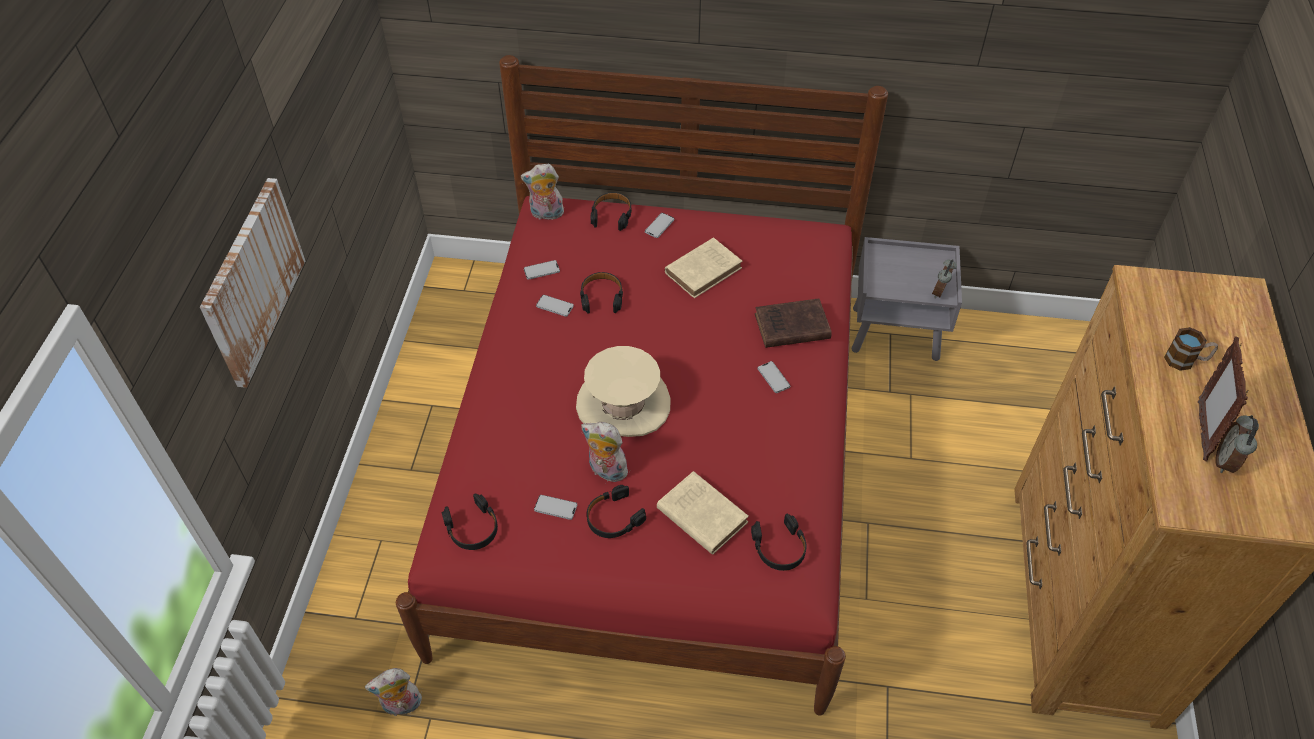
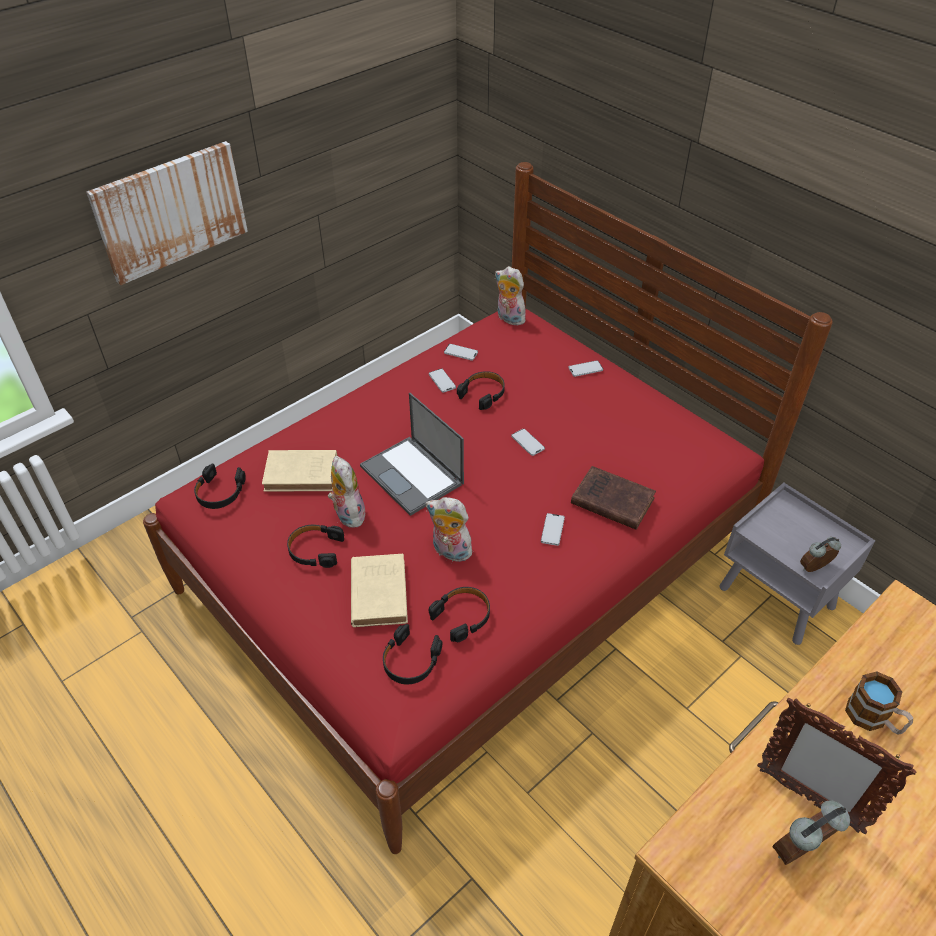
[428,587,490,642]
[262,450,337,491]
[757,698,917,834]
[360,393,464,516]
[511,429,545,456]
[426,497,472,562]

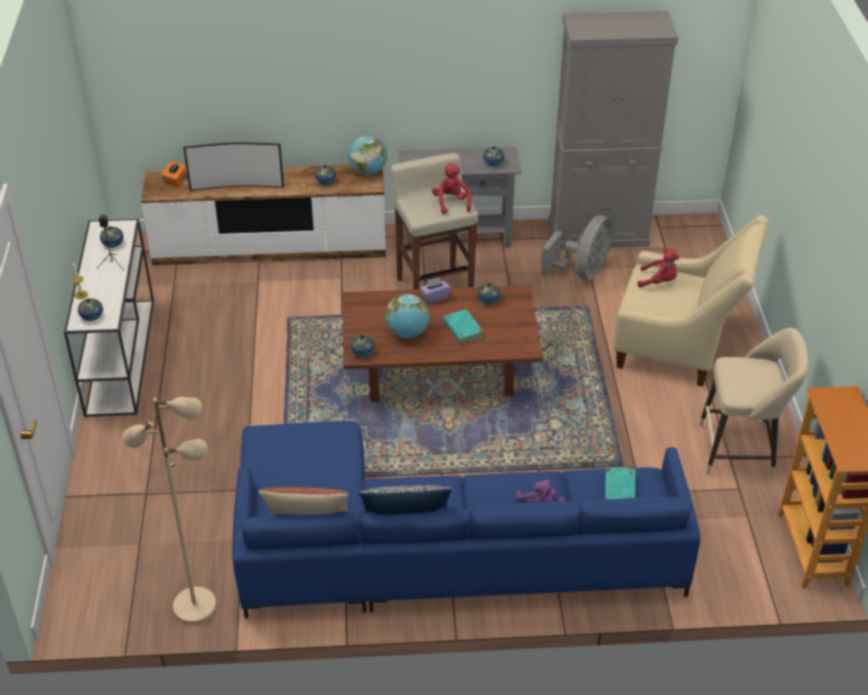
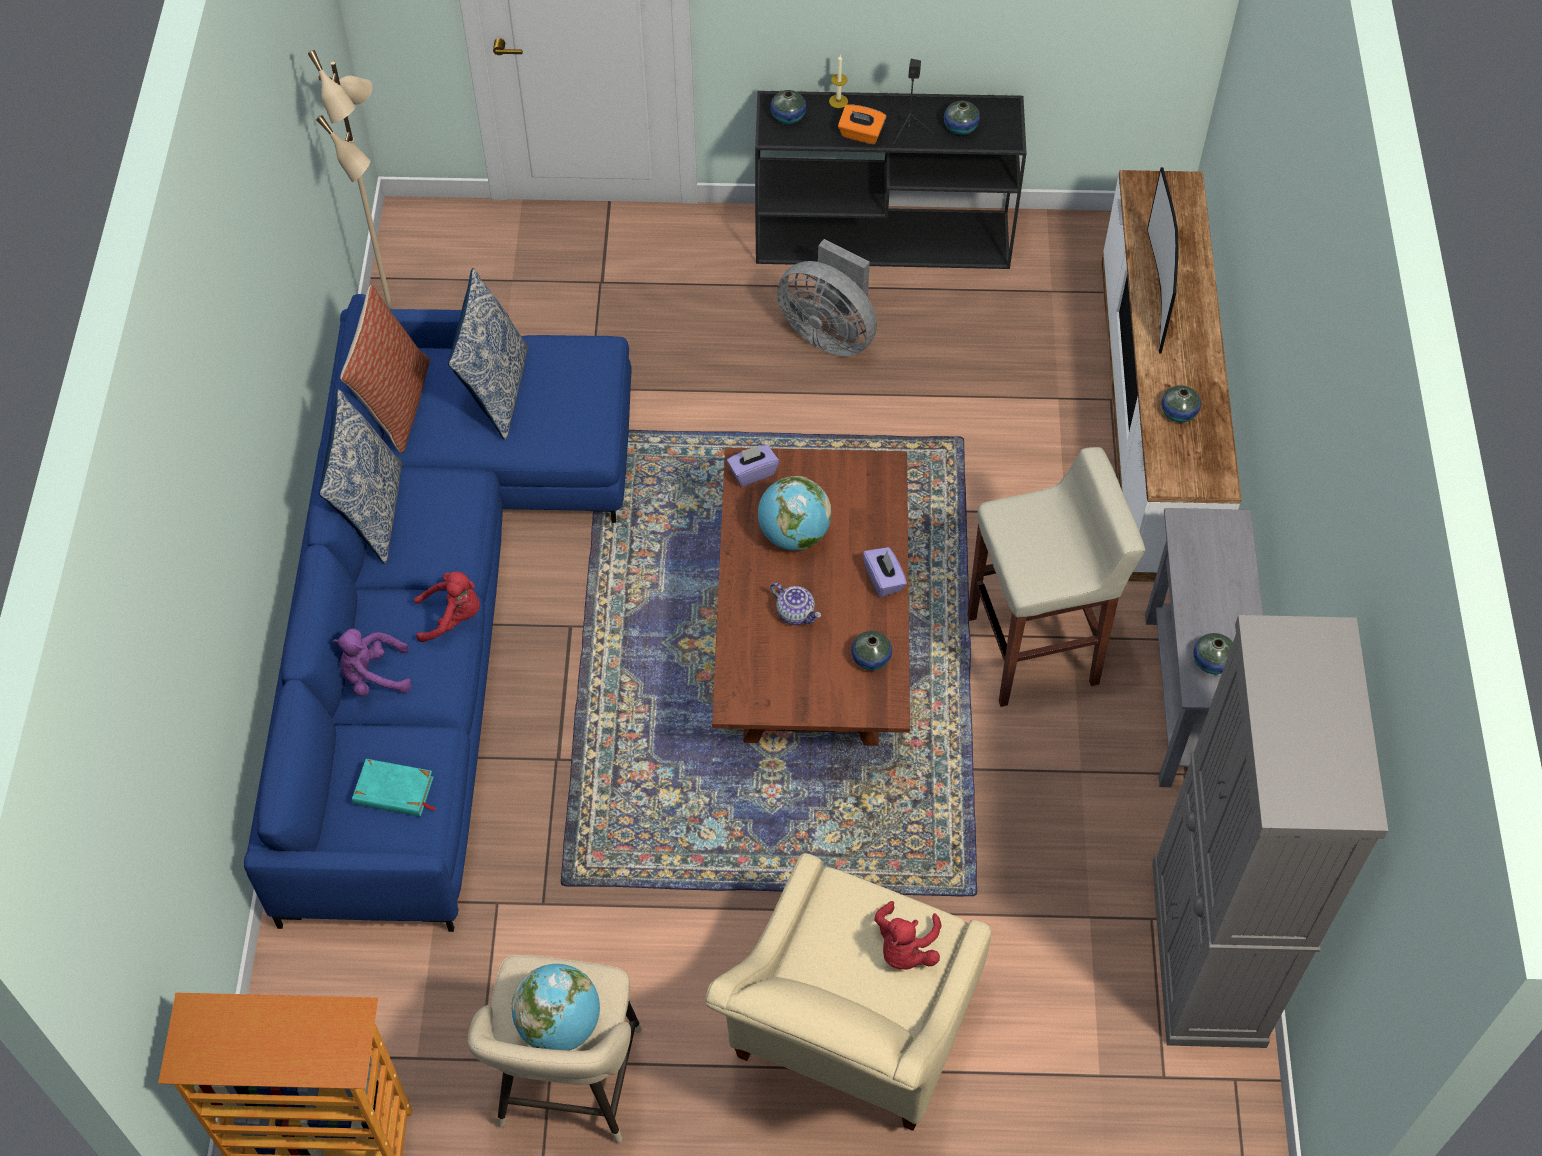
[511,964,600,1050]
[838,104,886,145]
[414,571,480,642]
[777,239,877,356]
[755,91,1027,269]
[770,582,821,625]
[727,445,779,487]
[448,268,528,440]

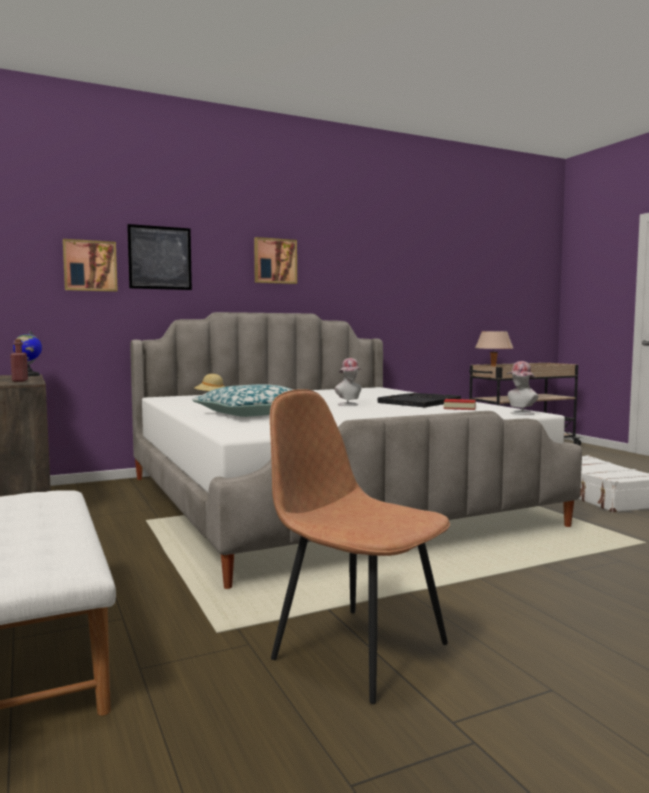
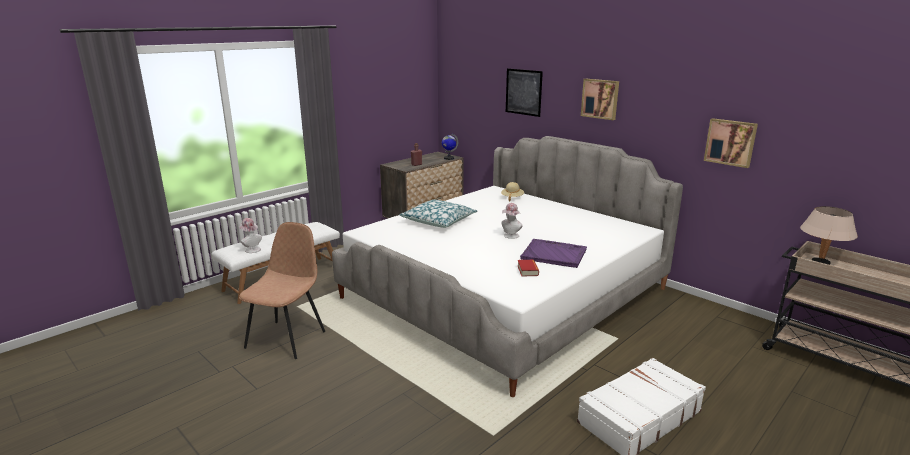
[704,118,758,168]
[239,218,262,253]
[520,239,587,268]

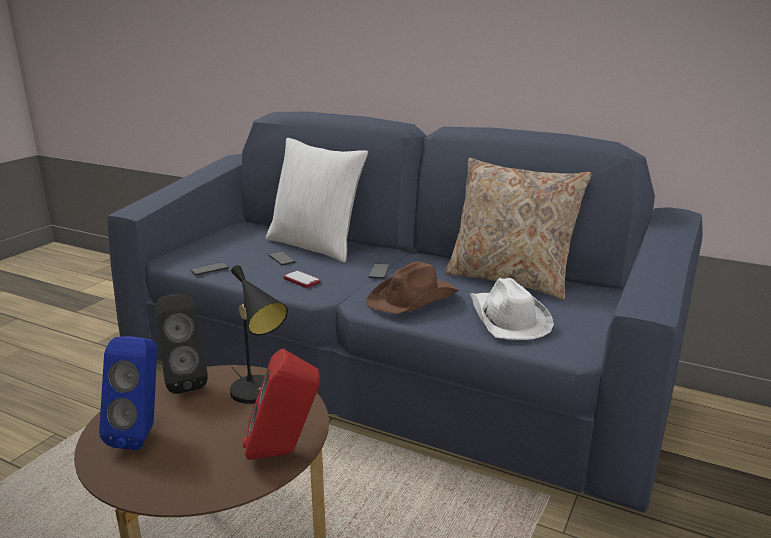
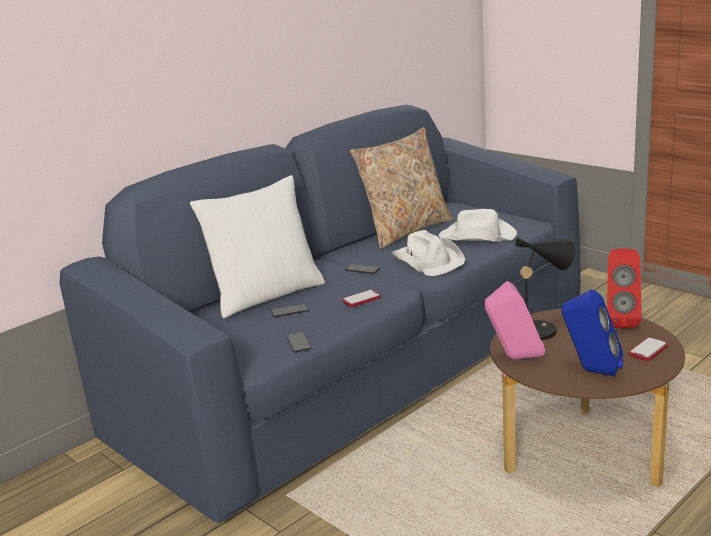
[392,230,465,276]
[485,281,545,360]
[629,337,668,361]

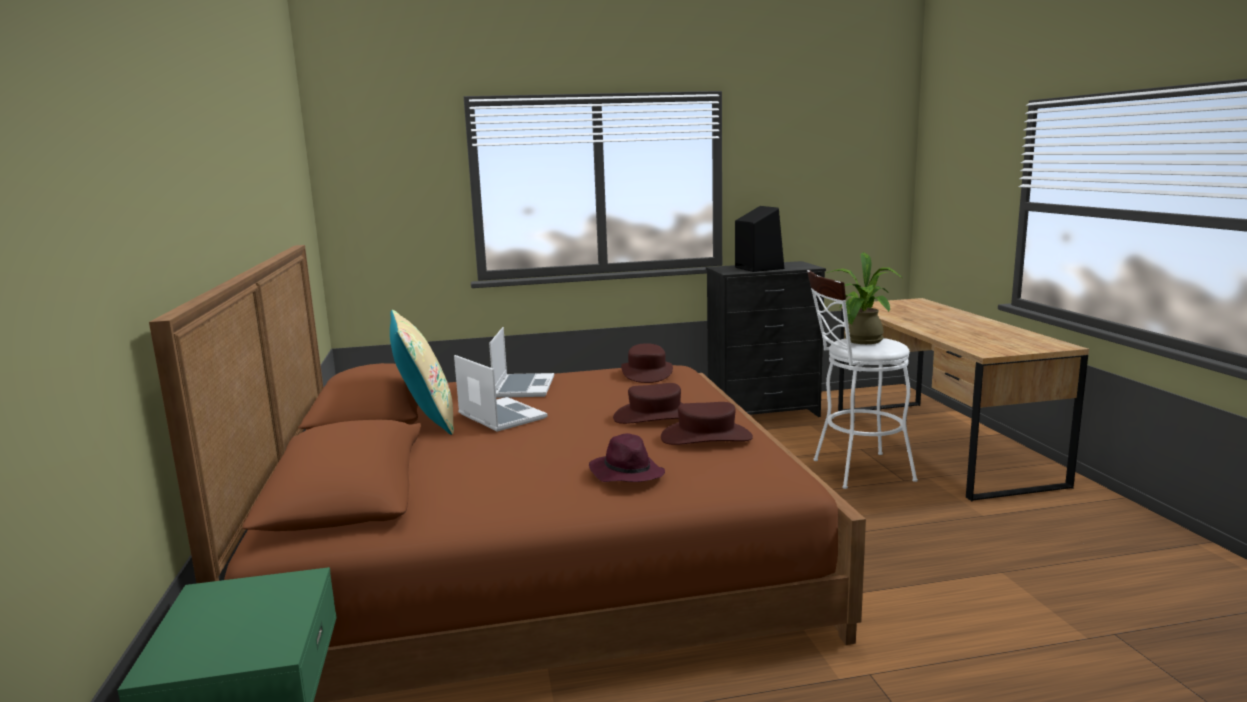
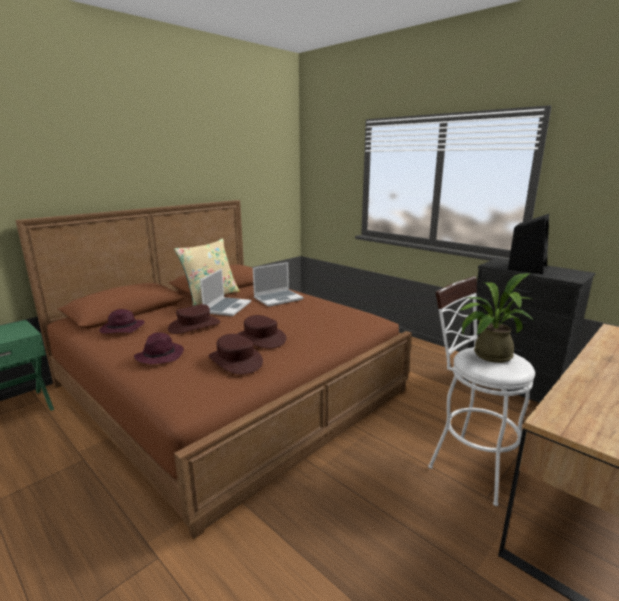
[168,304,220,334]
[99,309,145,333]

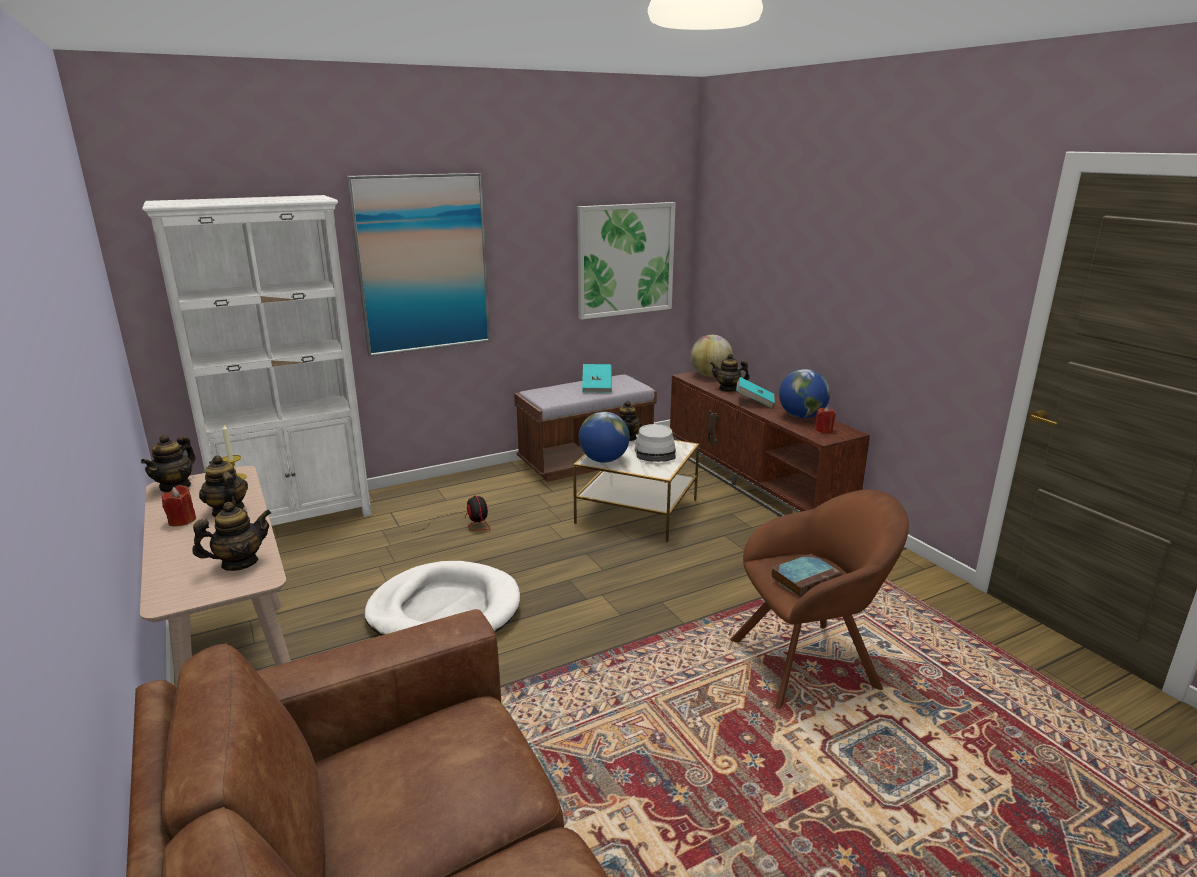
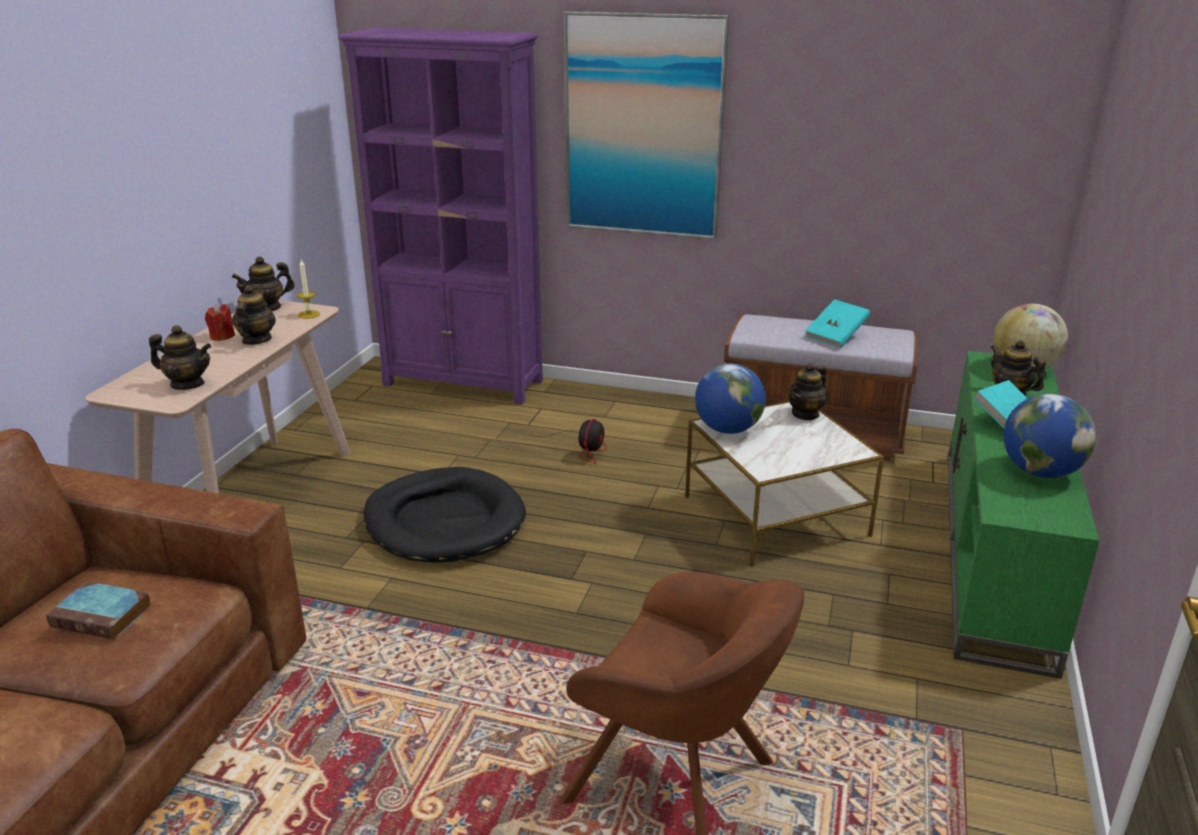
[338,27,543,405]
[577,202,676,320] (first image)
[948,351,1099,679]
[815,407,836,433] (first image)
[634,424,676,462] (first image)
[46,581,152,640]
[363,467,526,563]

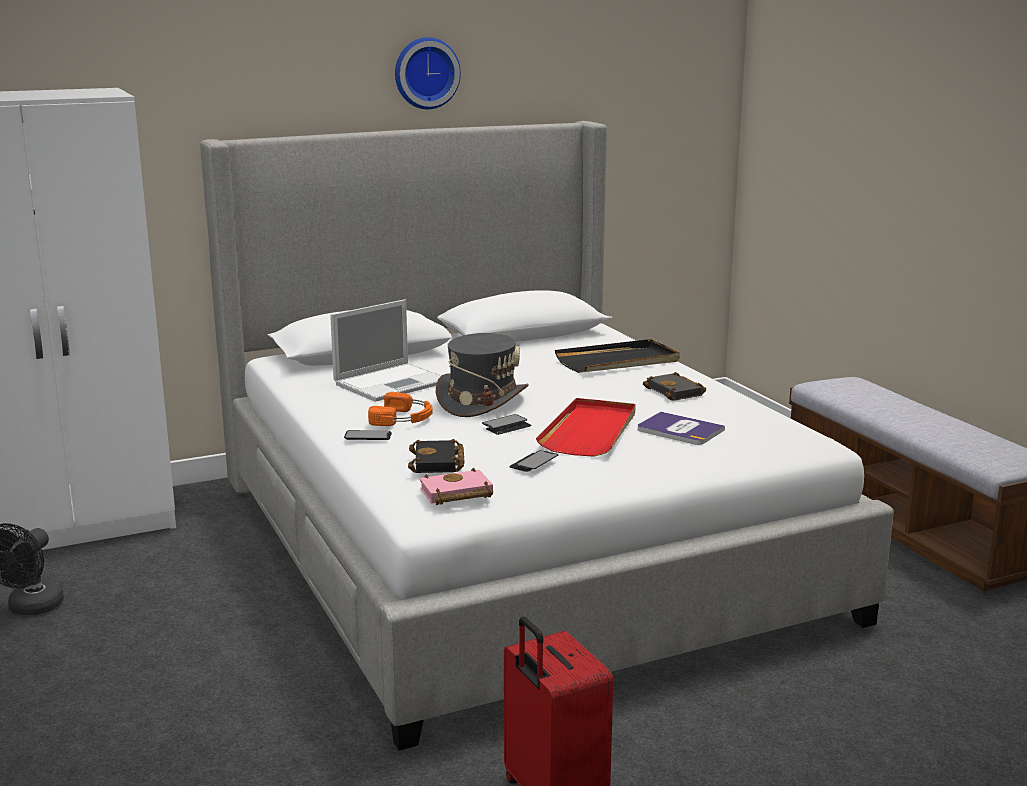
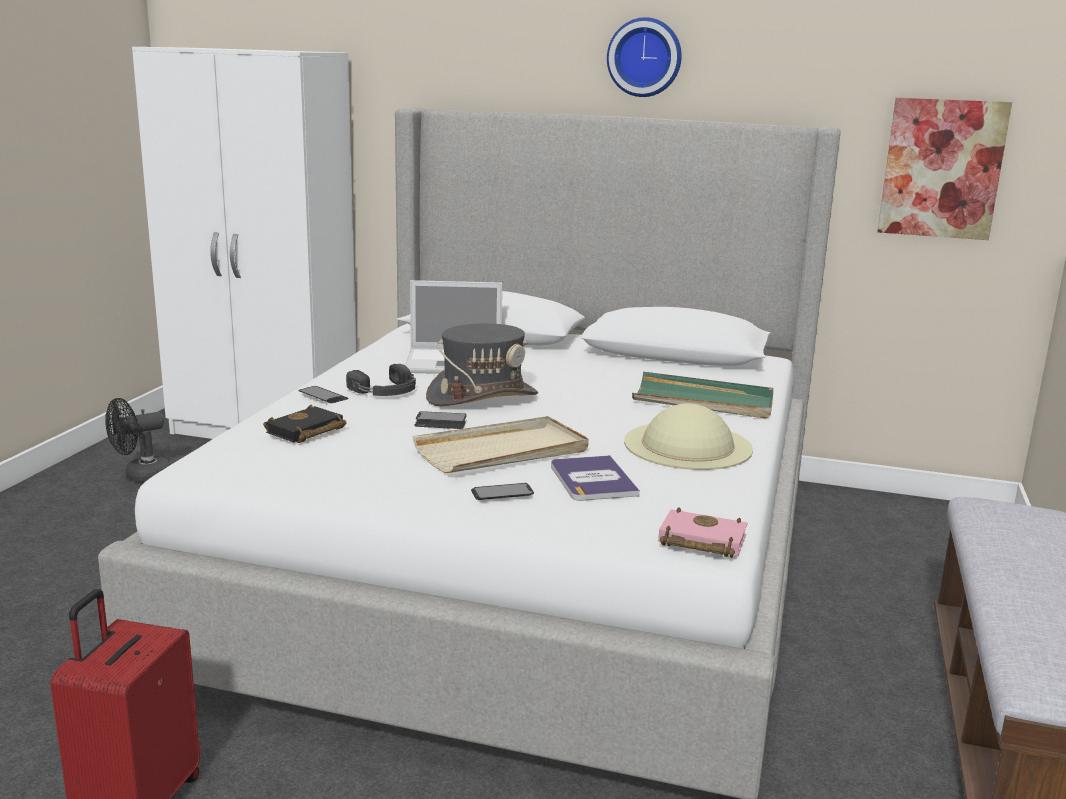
[632,372,773,418]
[624,403,753,470]
[346,364,416,396]
[413,416,589,473]
[471,483,534,500]
[658,508,748,558]
[878,98,1012,240]

